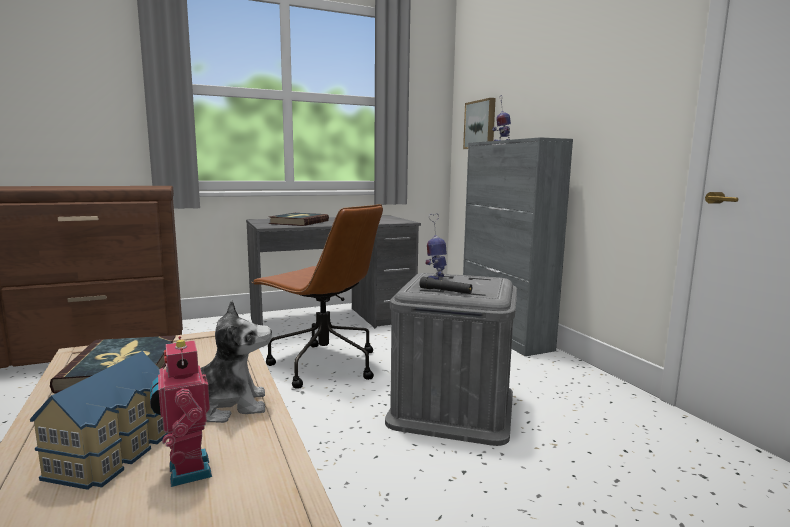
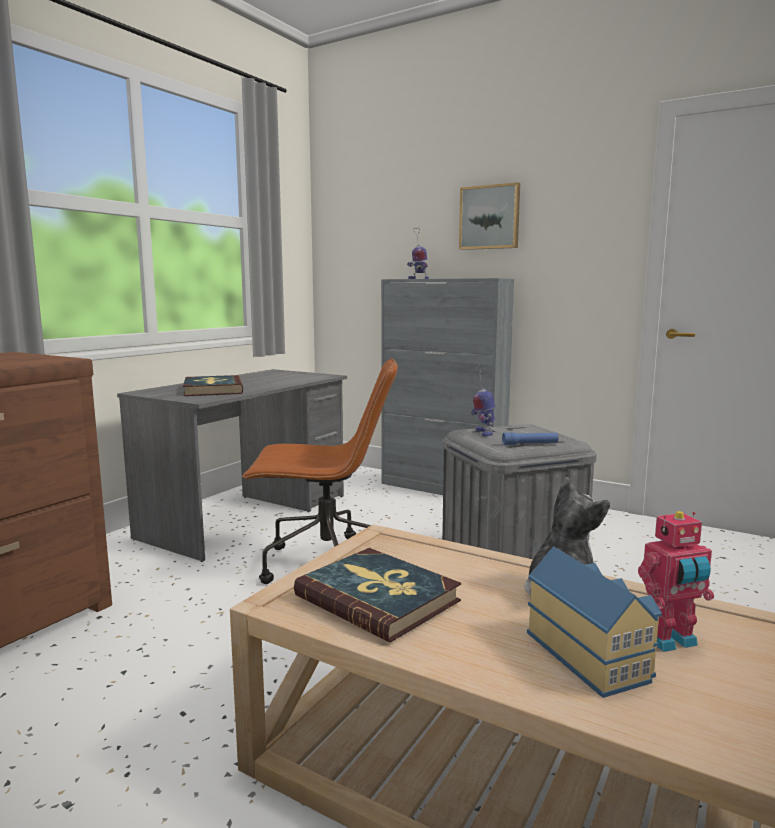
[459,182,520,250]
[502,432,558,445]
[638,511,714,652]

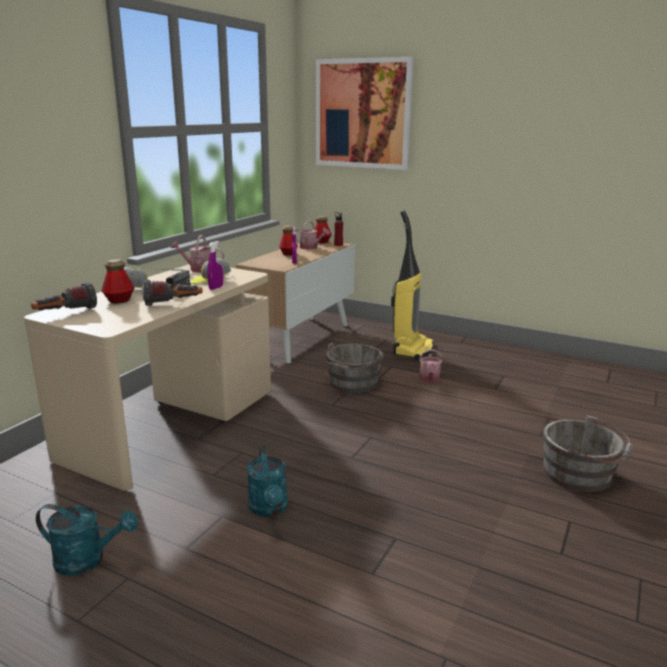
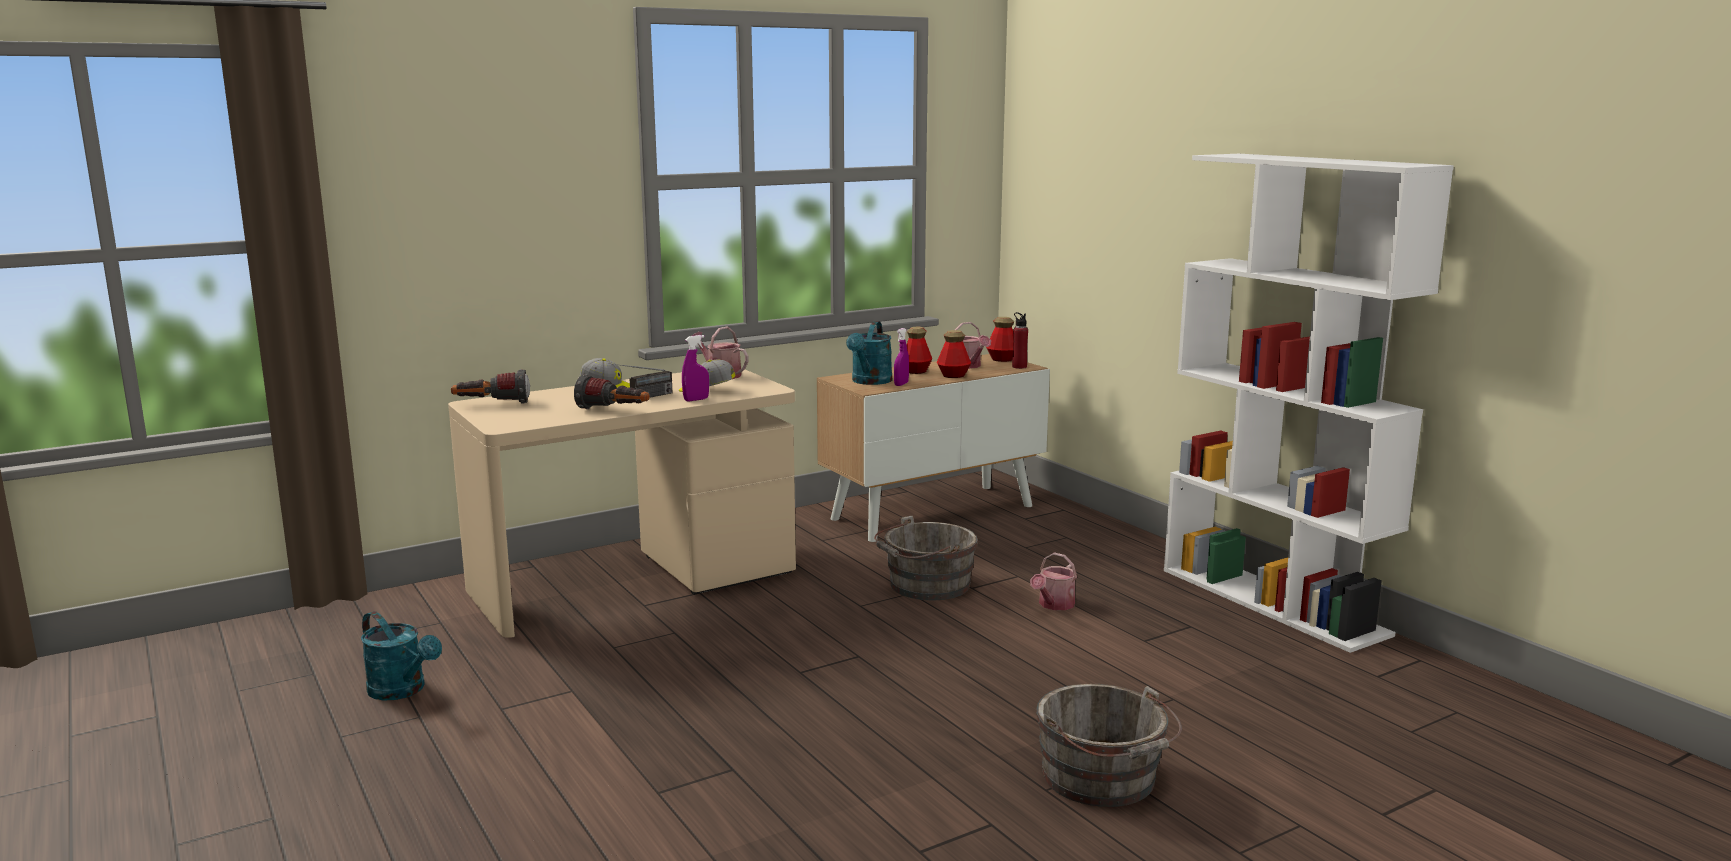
[316,57,413,170] (first image)
[391,210,434,360] (first image)
[937,330,971,378]
[846,321,892,385]
[1164,154,1454,653]

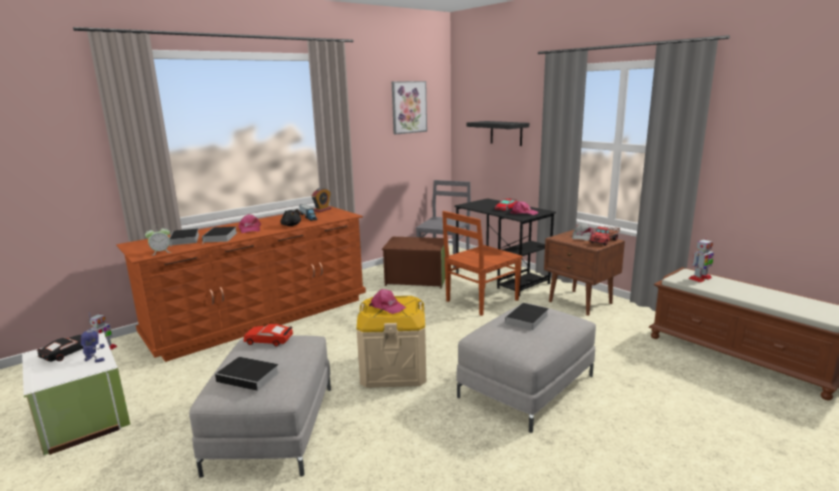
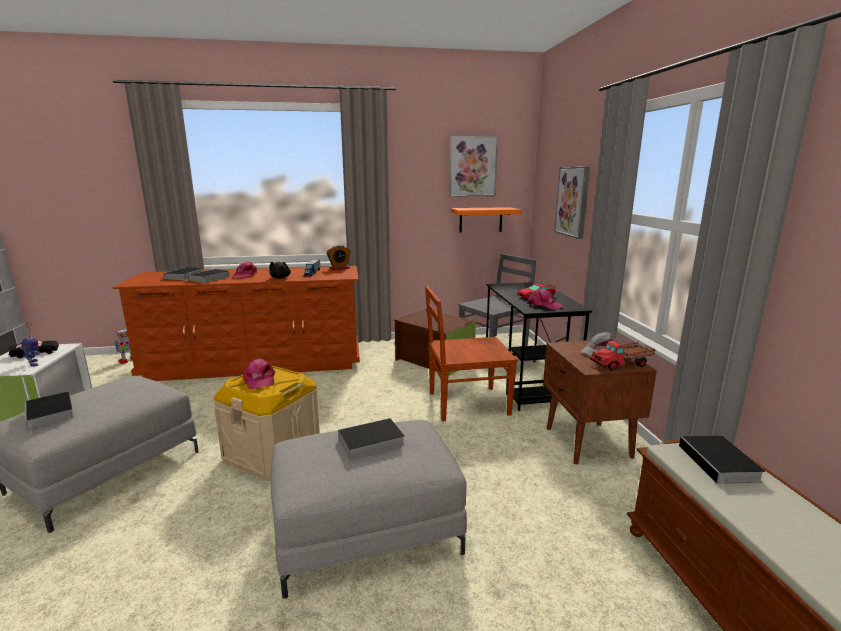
[554,167,590,239]
[145,226,171,256] (first image)
[679,436,765,492]
[244,324,293,346] (first image)
[451,207,521,233]

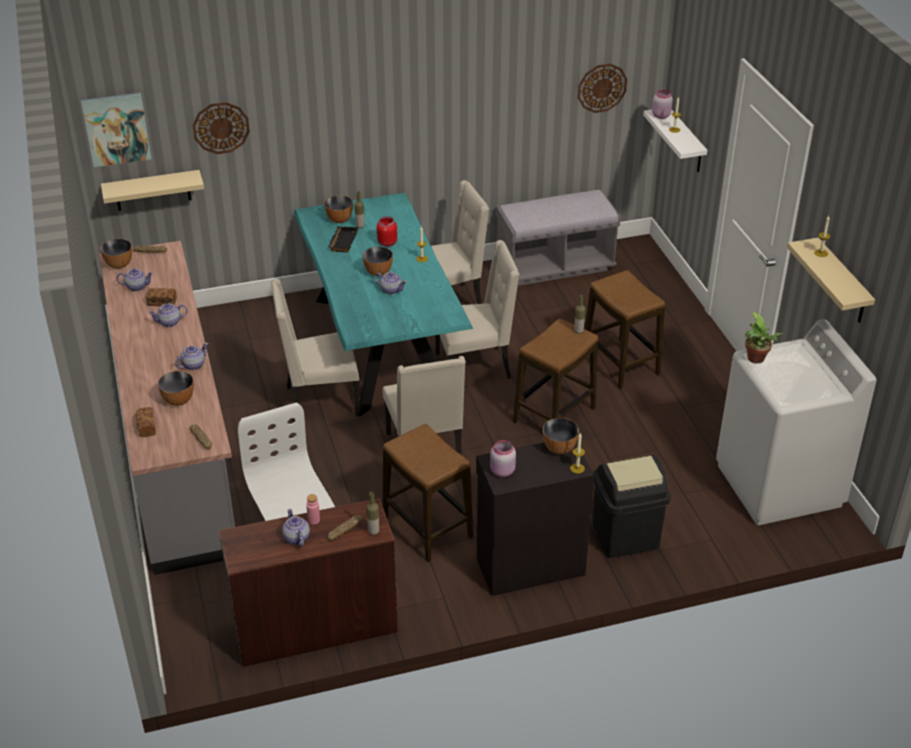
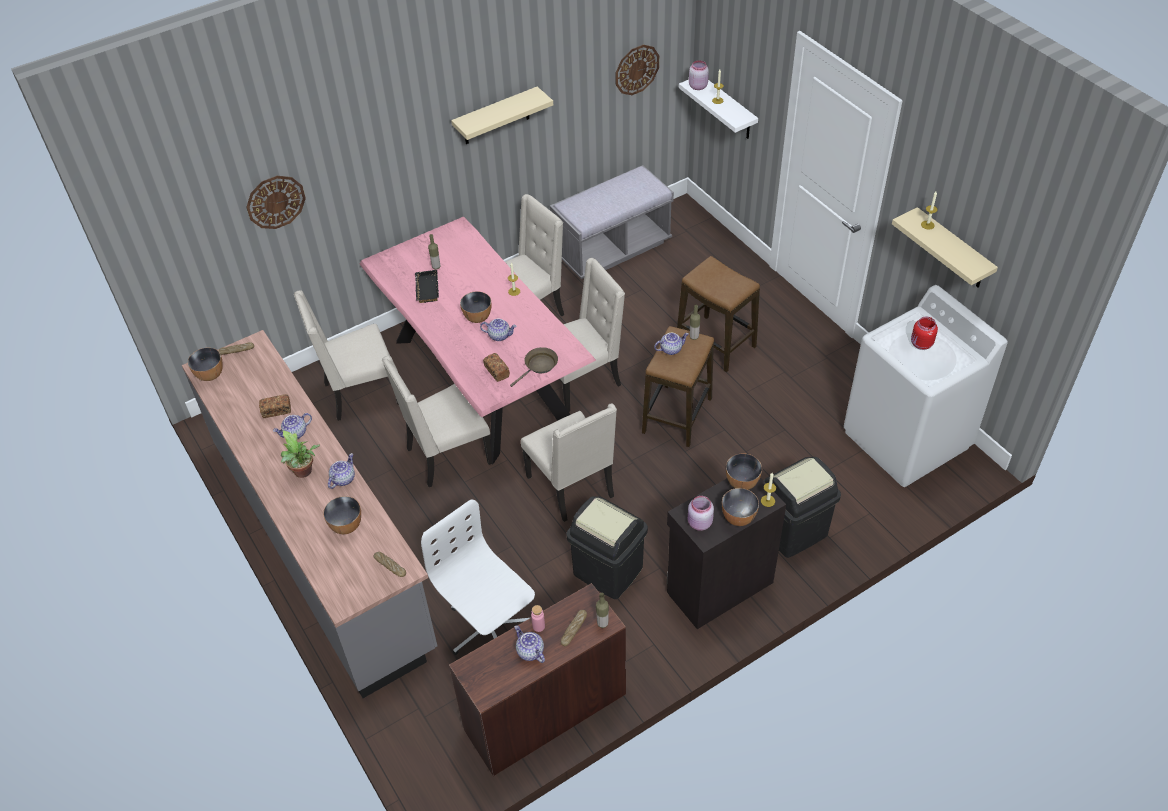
[81,93,152,167] (first image)
[451,87,553,144]
[360,217,596,464]
[722,488,759,526]
[911,316,938,350]
[654,333,689,355]
[281,430,320,478]
[483,353,510,382]
[567,496,648,599]
[294,290,399,421]
[510,347,558,387]

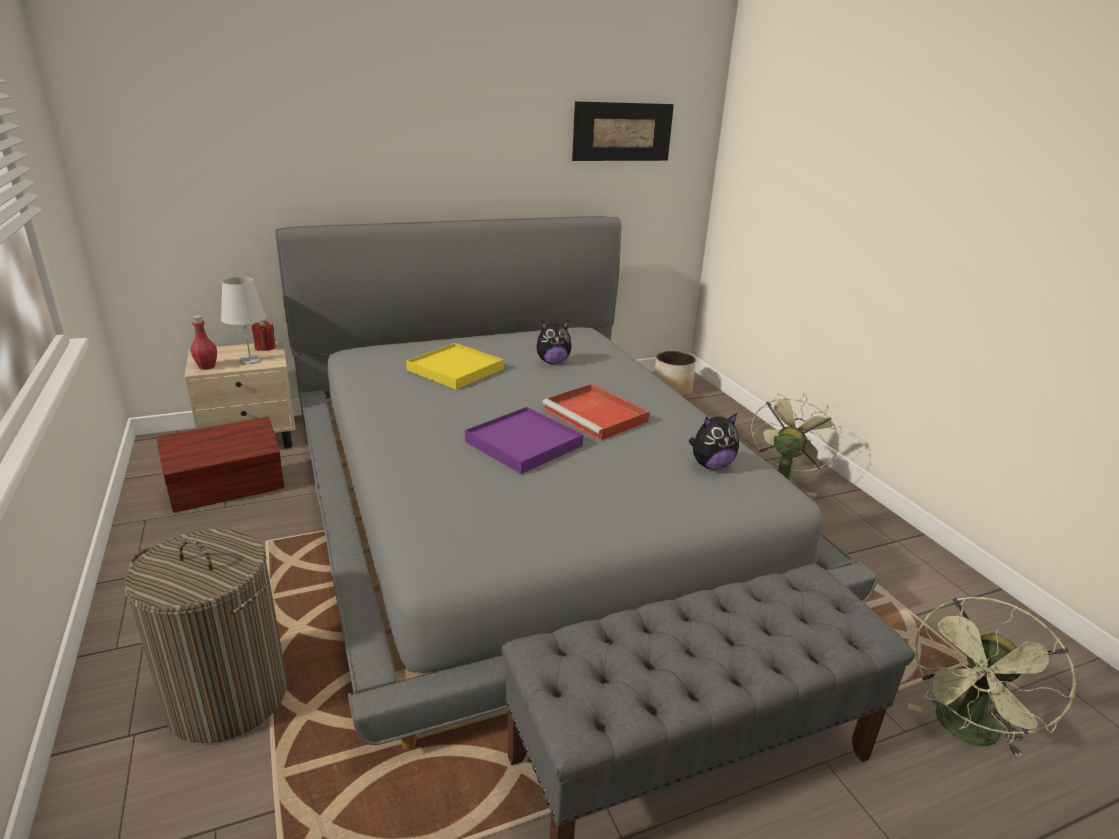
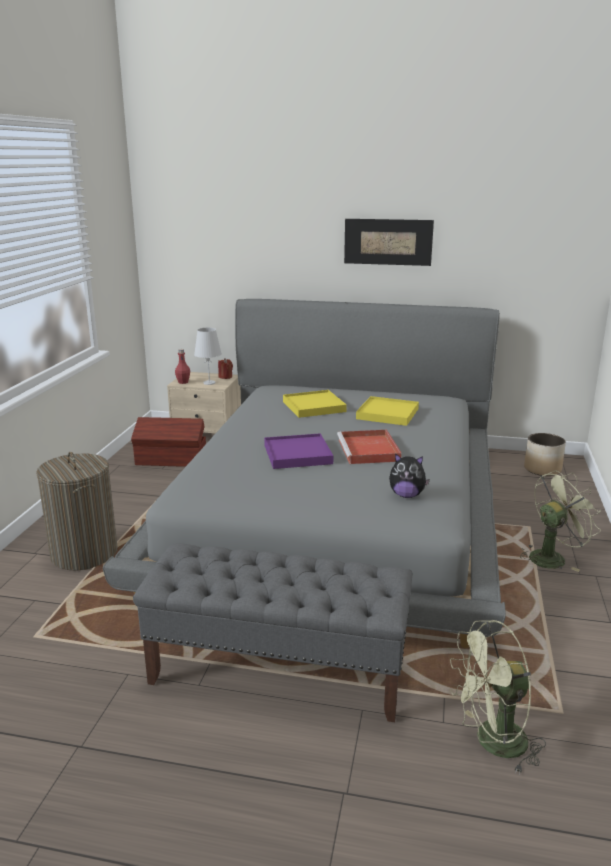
[344,219,434,266]
[356,396,419,426]

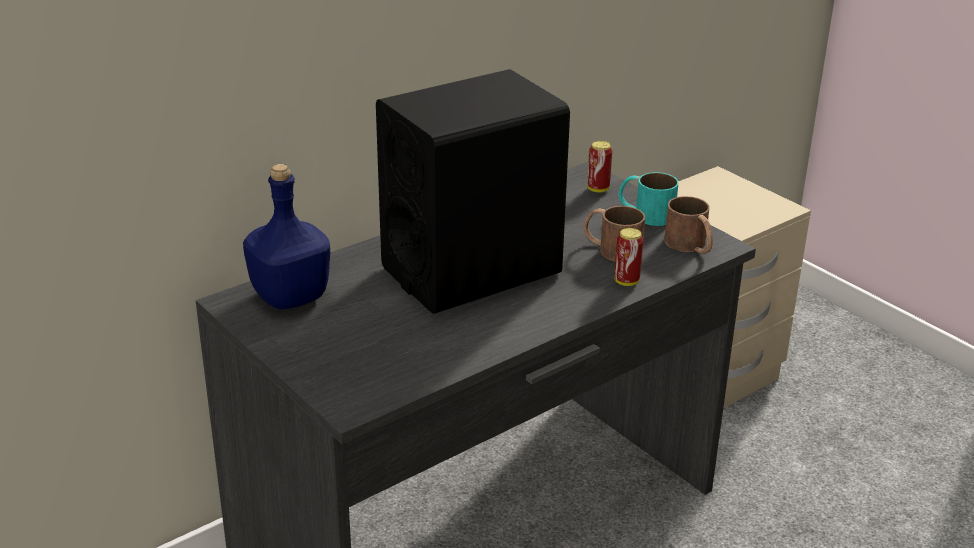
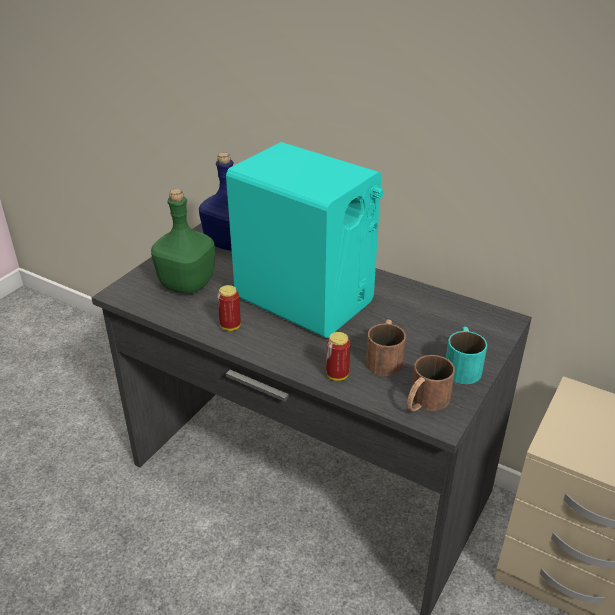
[226,142,384,338]
[217,285,241,331]
[151,189,215,294]

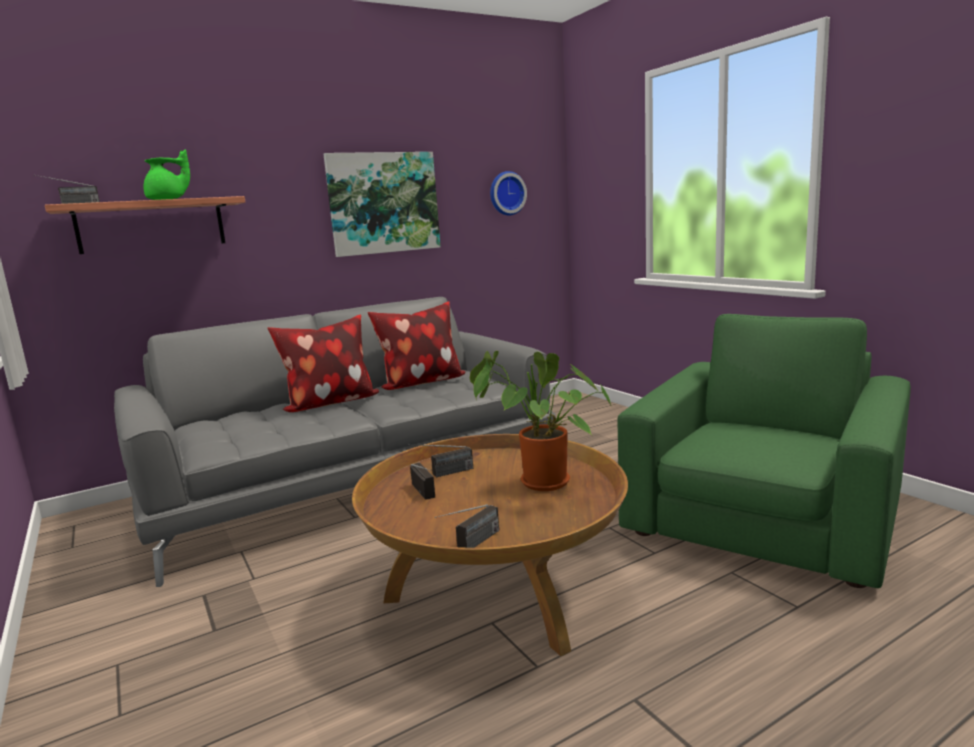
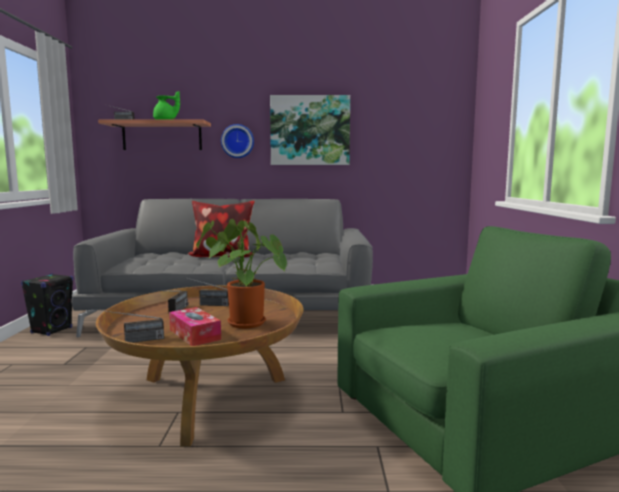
[221,124,254,158]
[367,301,466,390] (first image)
[21,273,73,336]
[169,307,221,346]

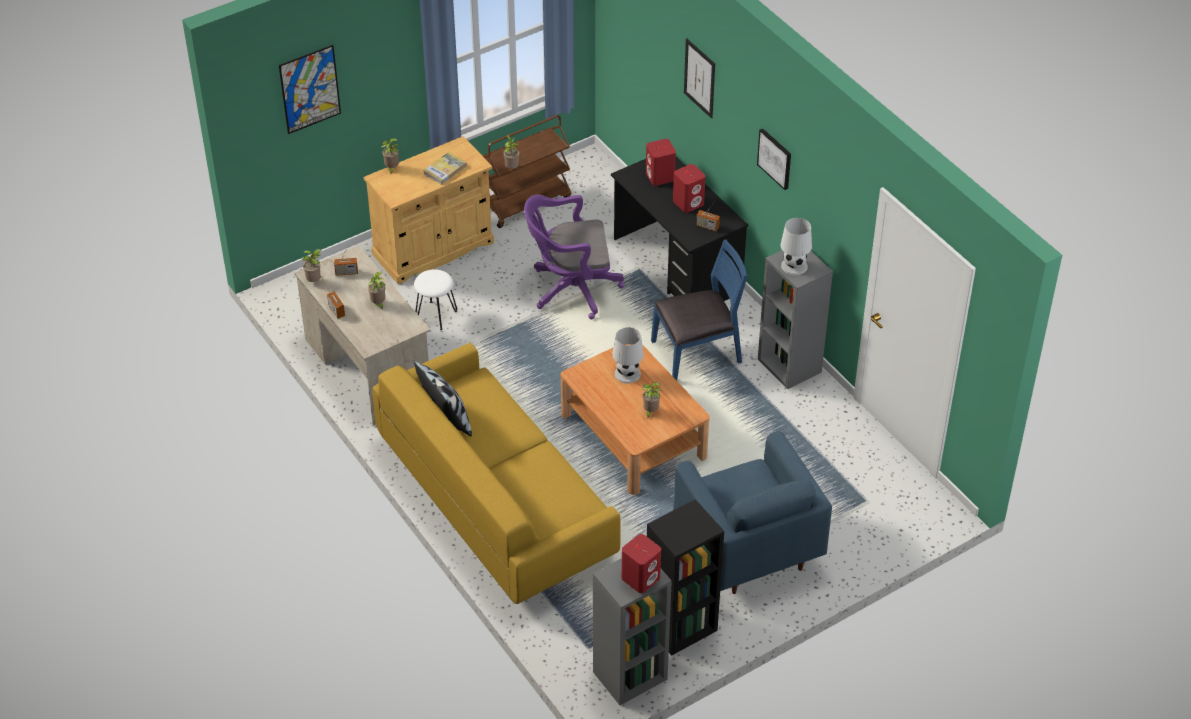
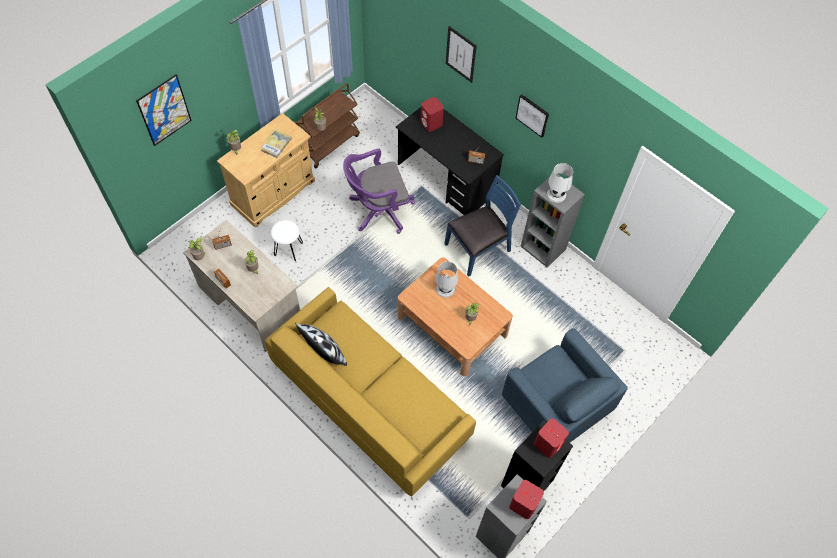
[534,418,569,458]

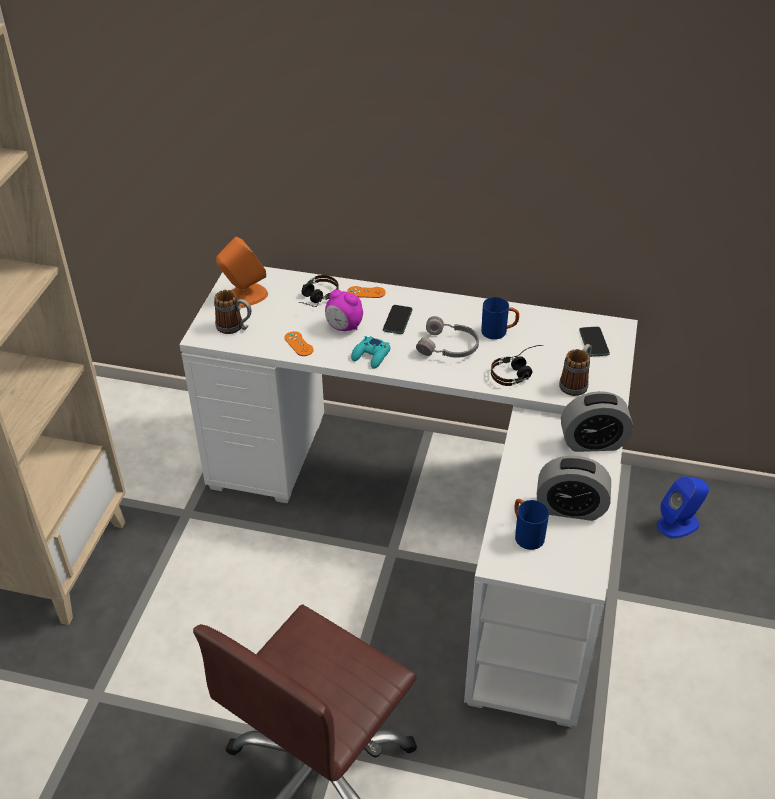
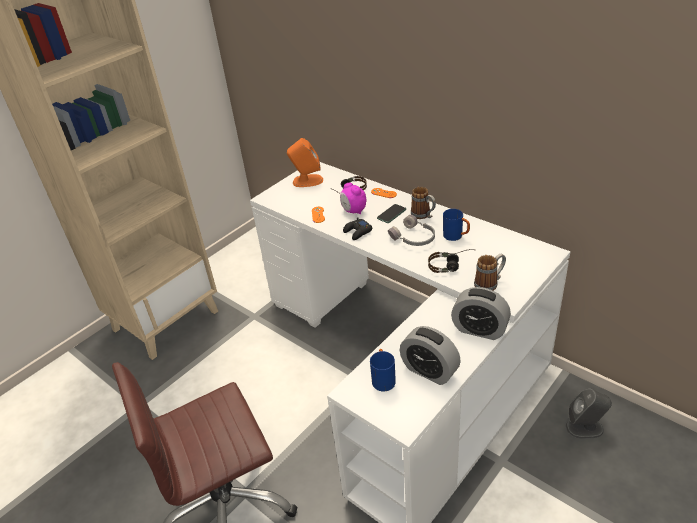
[411,187,436,219]
[579,327,610,357] (first image)
[343,217,372,240]
[566,389,612,439]

